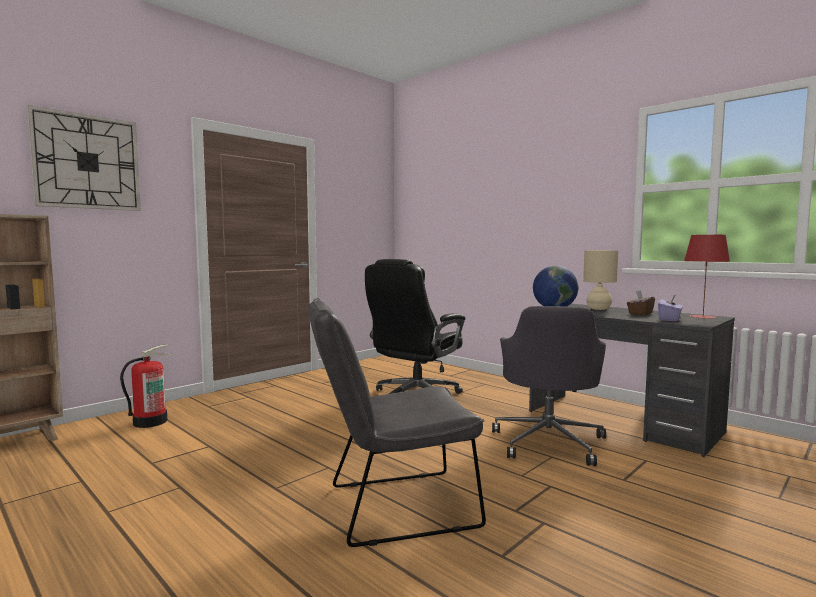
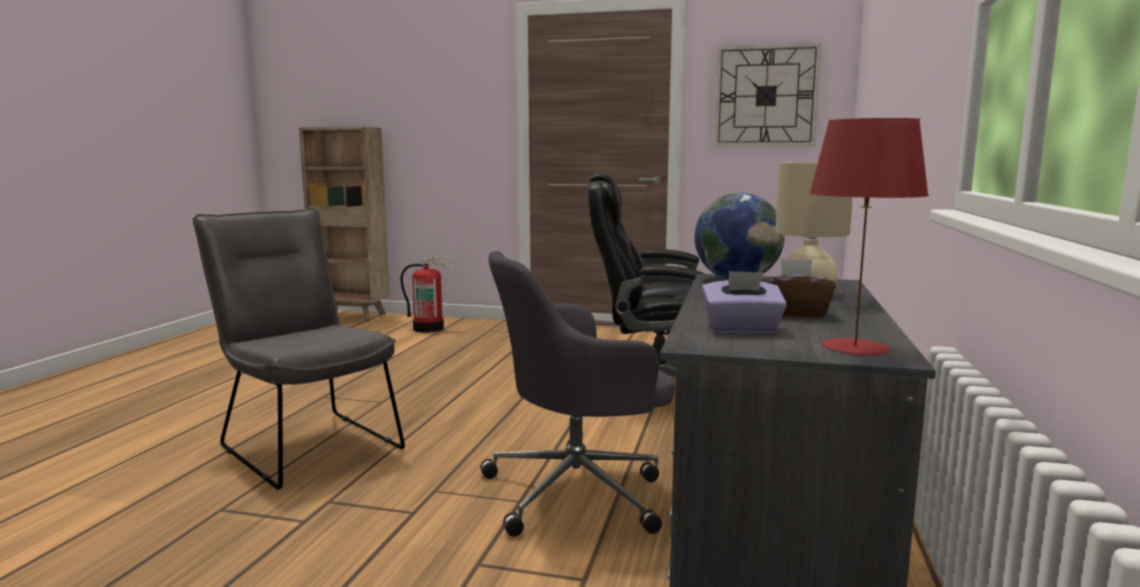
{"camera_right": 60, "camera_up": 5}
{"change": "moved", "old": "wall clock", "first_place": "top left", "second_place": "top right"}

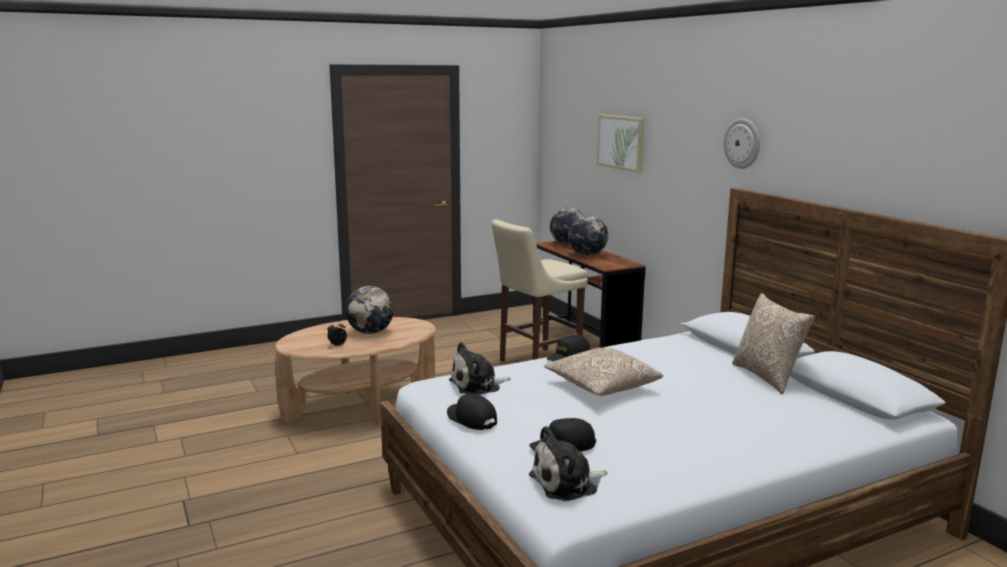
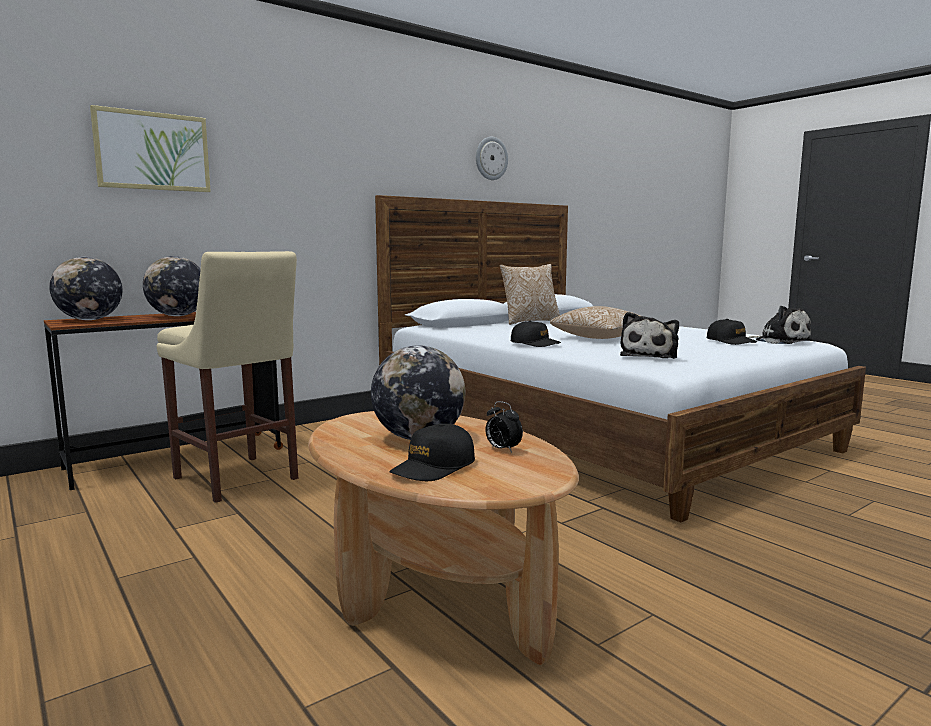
{"camera_right": -100, "camera_up": -5}
{"change": "moved", "old": "black-coloured baseball cap (1st from left)", "first_place": "bottom centre", "second_place": "centre"}
{"change": "moved", "old": "wall clock", "first_place": "top right", "second_place": "top centre"}
{"change": "turned", "old": "cuddly toy (1st from left)", "first_place": "centre", "second_place": "middle right", "degrees": 60}

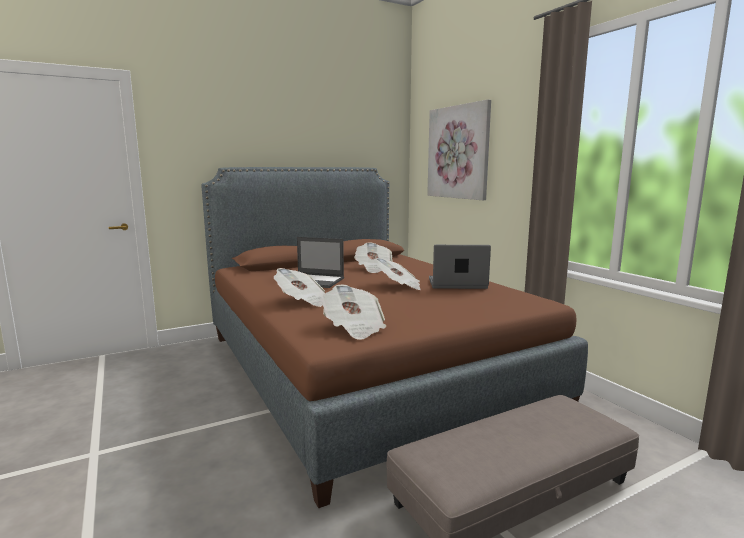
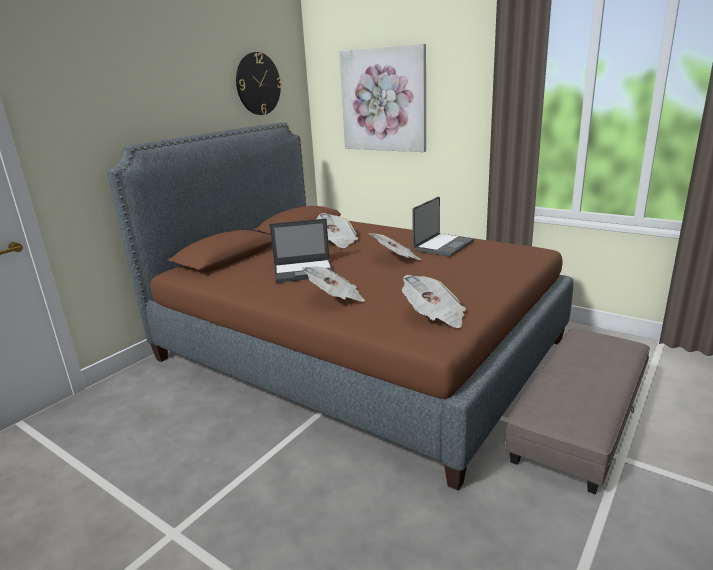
{"camera_right": -25, "camera_up": 10}
{"change": "added", "new": "wall clock", "second_place": "top centre"}
{"change": "turned", "old": "laptop (2nd from left)", "first_place": "centre", "second_place": "centre", "degrees": 150}

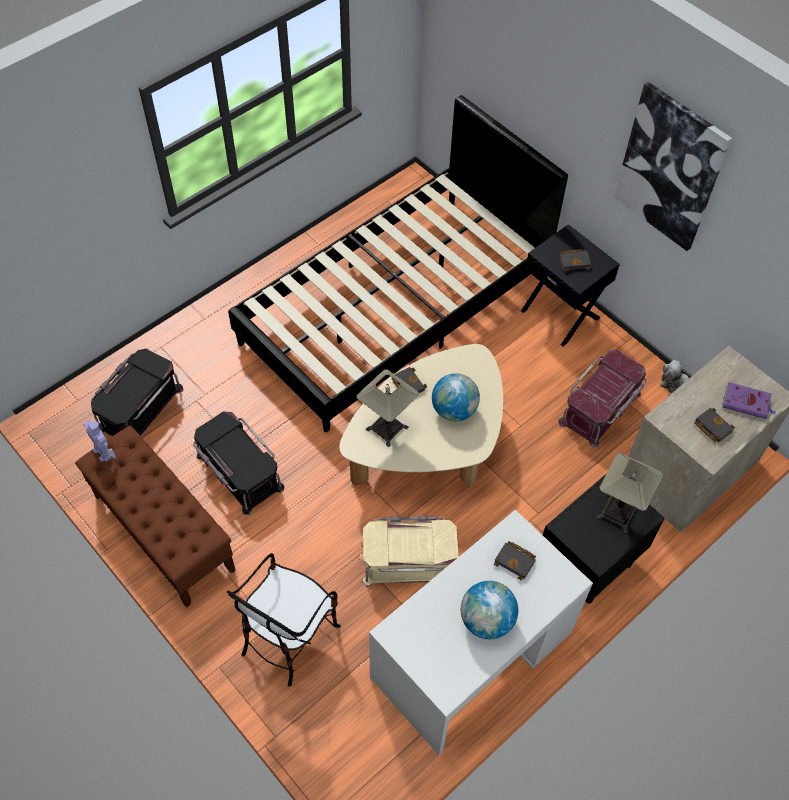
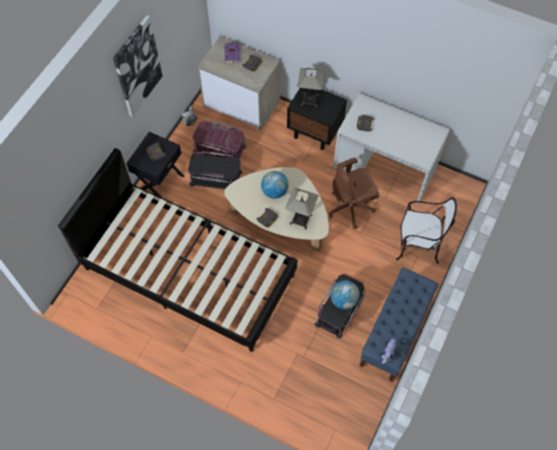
{"camera_right": -110, "camera_up": 5}
{"change": "moved", "old": "black-coloured storage box (1st from left)", "first_place": "middle left", "second_place": "centre"}
{"change": "moved", "old": "globe (2nd from left)", "first_place": "bottom centre", "second_place": "centre"}
{"change": "replaced", "old": "beige storage box", "new": "brownish office chair", "first_place": "bottom centre", "second_place": "centre"}
{"change": "recoloured", "old": "brownish indoor bench", "new": "bluish indoor bench", "first_place": "middle left", "second_place": "bottom right"}

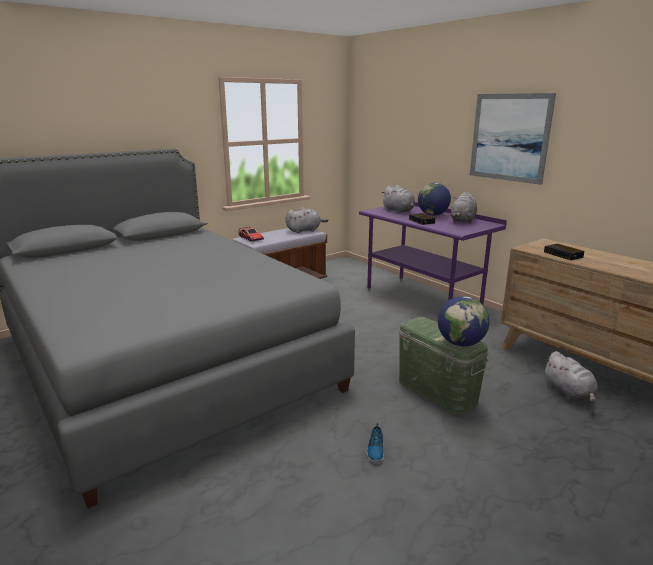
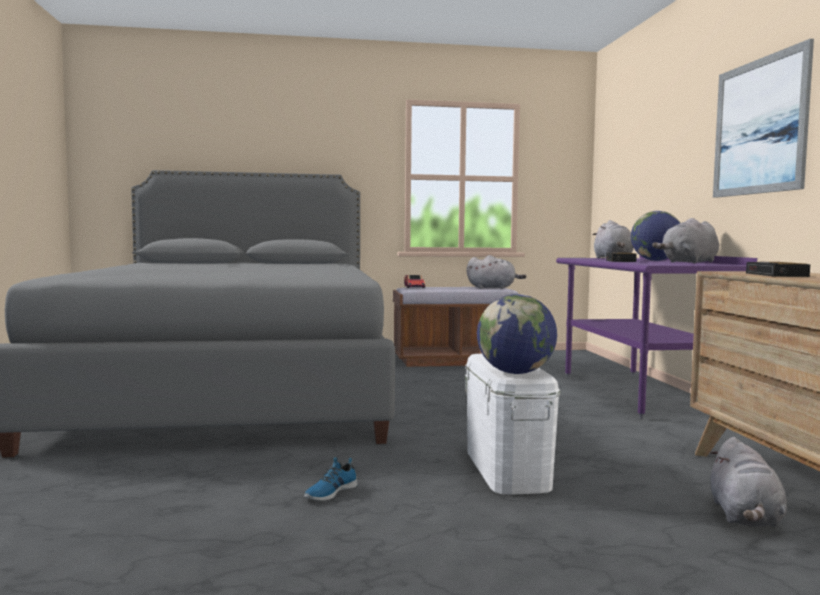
{"camera_right": 30, "camera_up": -15}
{"change": "recoloured", "old": "greenish storage box", "new": "white storage box", "first_place": "middle right", "second_place": "bottom centre"}

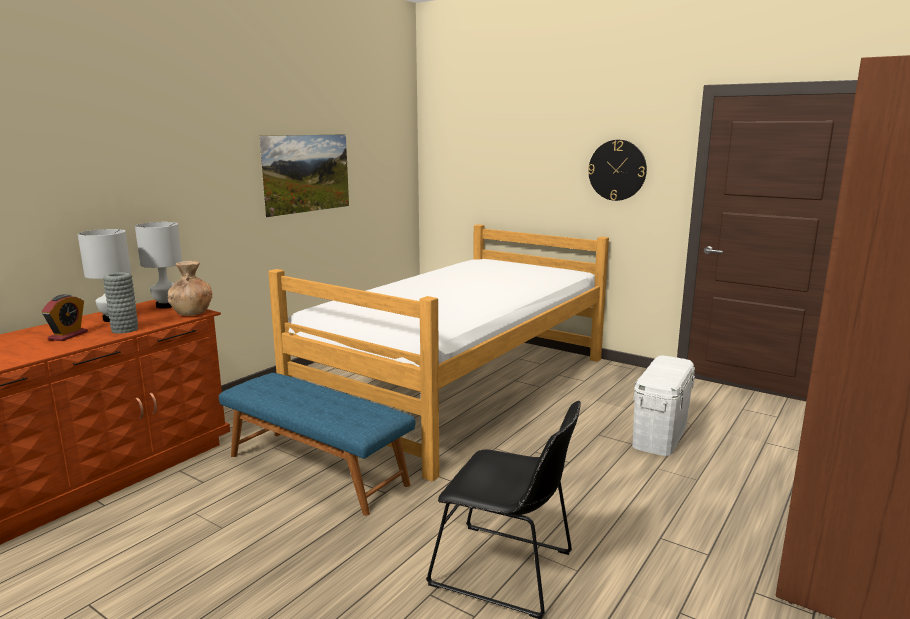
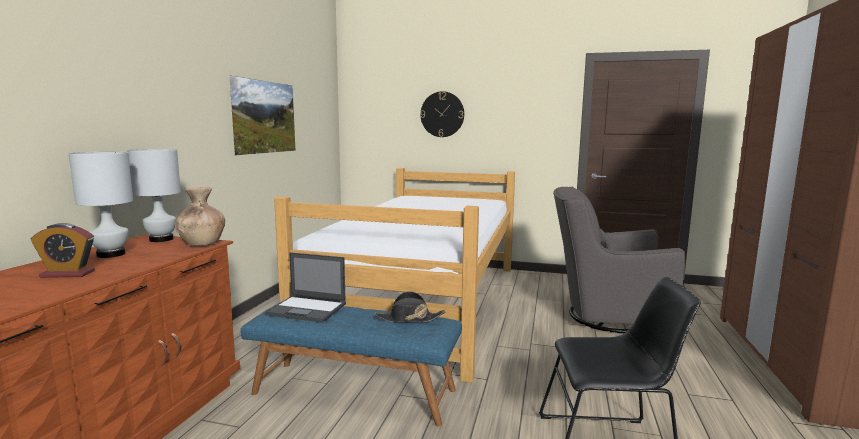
{"camera_right": -20, "camera_up": -5}
{"change": "removed", "old": "gray decorative vase", "first_place": "middle left"}
{"change": "added", "new": "laptop", "second_place": "centre"}
{"change": "added", "new": "black-coloured hat", "second_place": "bottom centre"}
{"change": "moved", "old": "wall clock", "first_place": "top right", "second_place": "top centre"}
{"change": "replaced", "old": "white storage box", "new": "gray armchair", "first_place": "middle right", "second_place": "middle right"}
{"change": "turned", "old": "alarm clock", "first_place": "middle left", "second_place": "middle left", "degrees": 90}

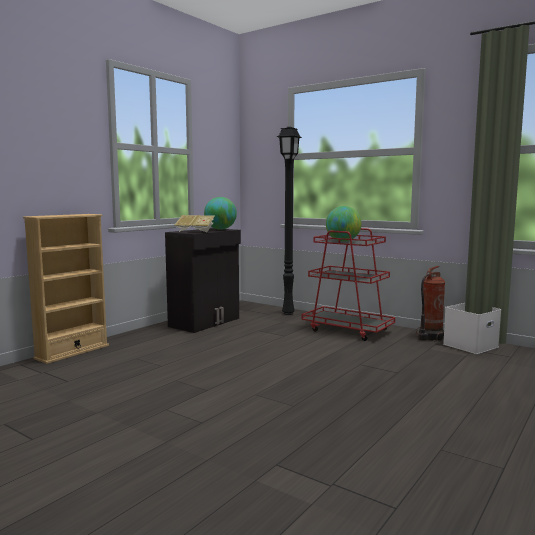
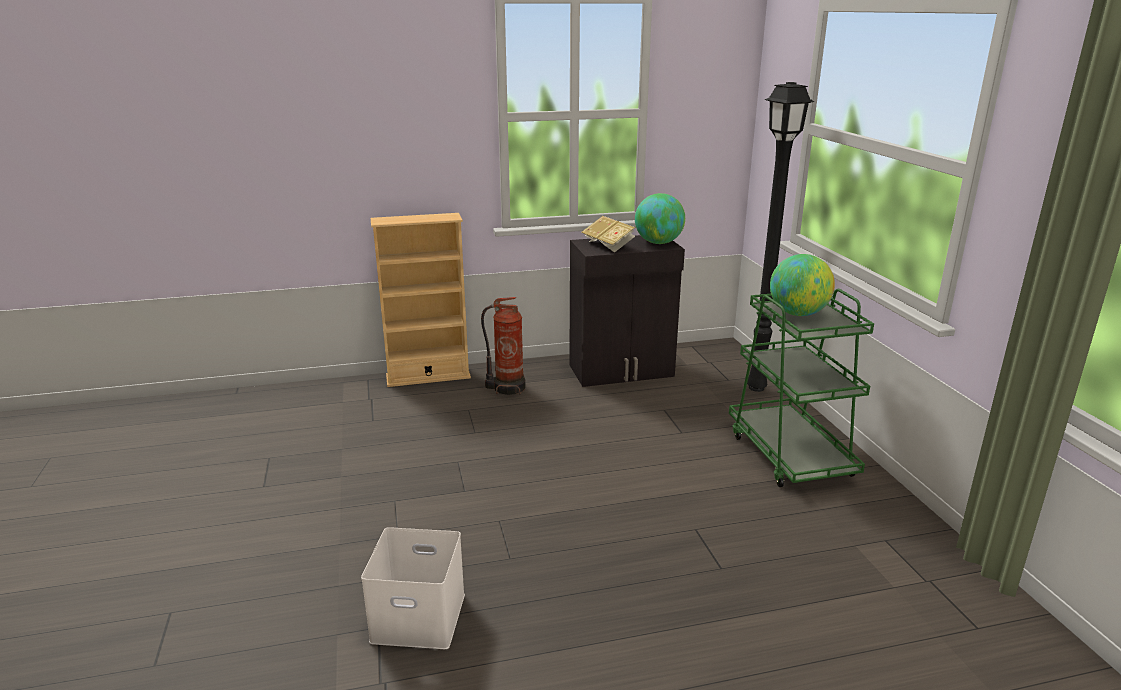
{"camera_right": 40, "camera_up": 15}
{"change": "moved", "old": "fire extinguisher", "first_place": "middle right", "second_place": "centre"}
{"change": "moved", "old": "white storage box", "first_place": "middle right", "second_place": "bottom centre"}
{"change": "recoloured", "old": "reddish trolley", "new": "greenish trolley", "first_place": "centre", "second_place": "middle right"}

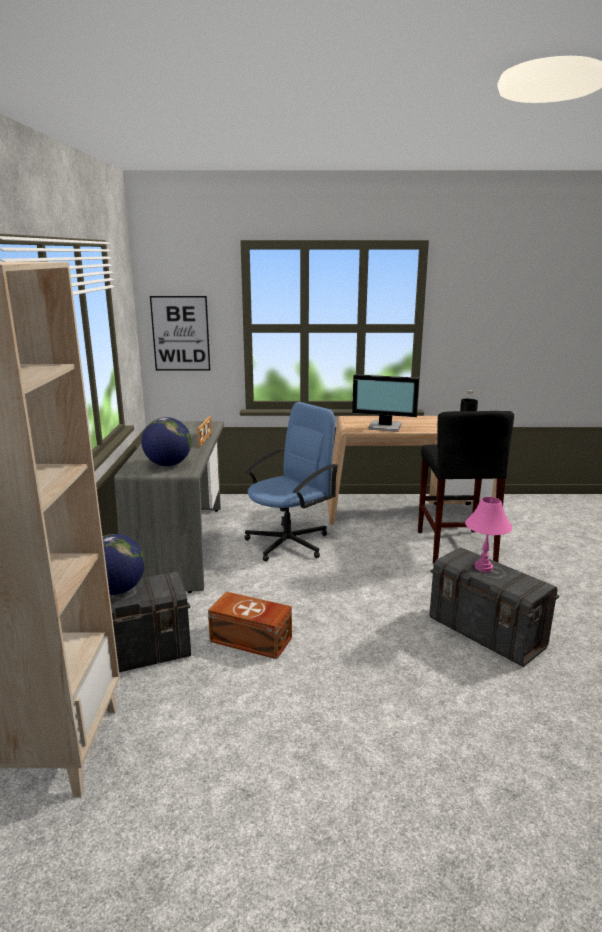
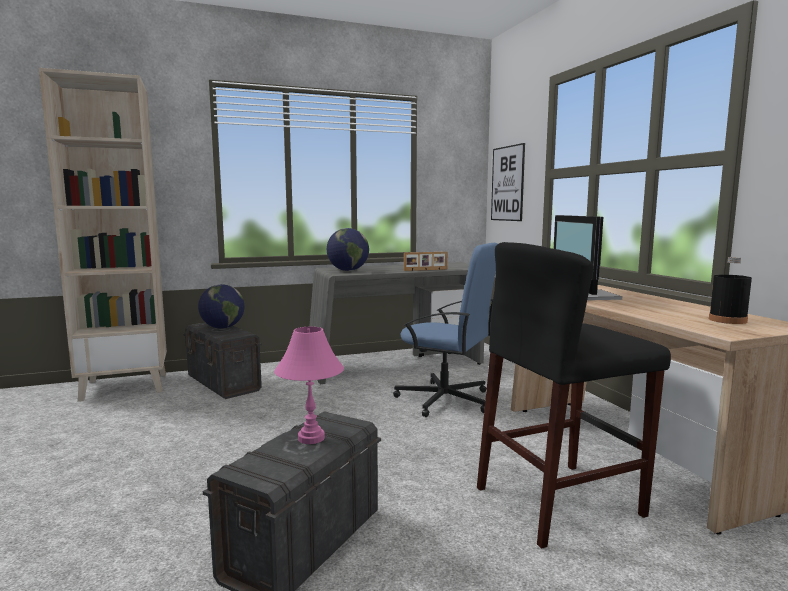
{"camera_right": 70, "camera_up": -10}
{"change": "removed", "old": "brownish storage box", "first_place": "bottom centre"}

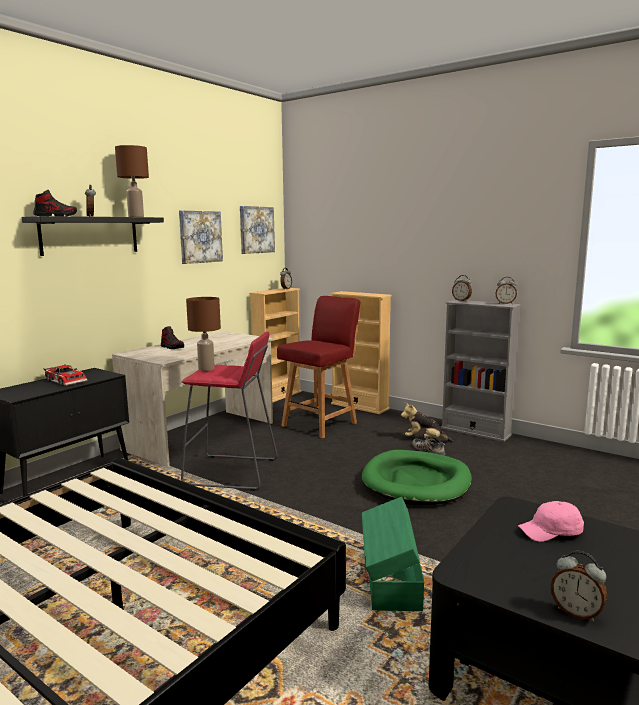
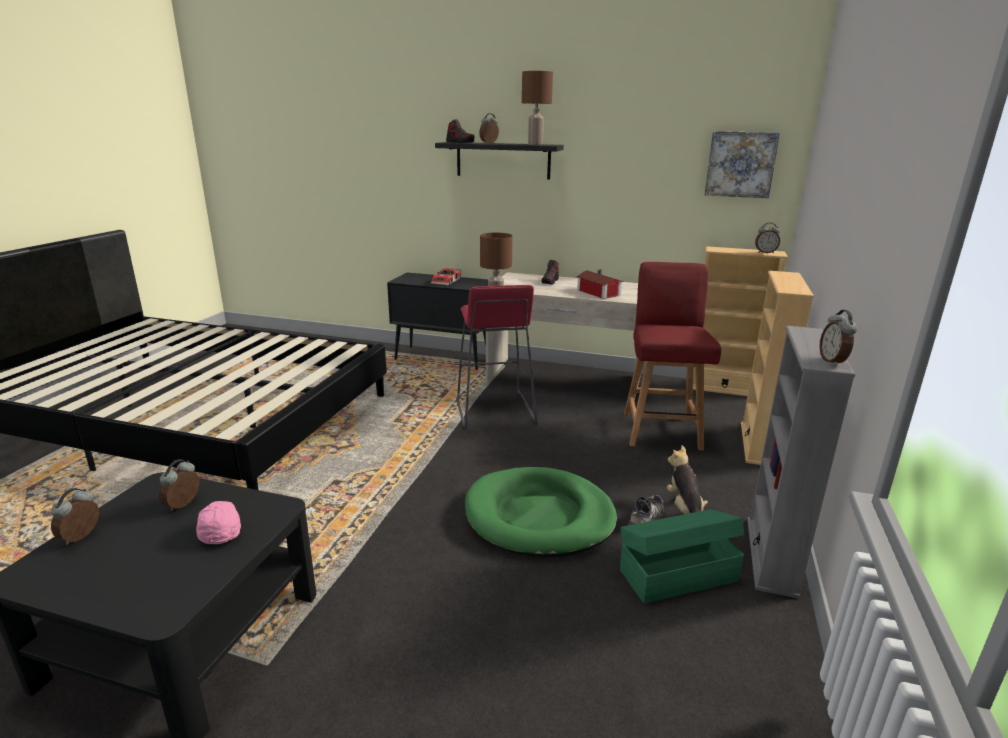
{"camera_right": 70, "camera_up": 10}
{"change": "removed", "old": "wall art (1st from left)", "first_place": "middle left"}
{"change": "added", "new": "miniature house", "second_place": "centre"}
{"change": "moved", "old": "greenish storage box", "first_place": "bottom centre", "second_place": "bottom right"}
{"change": "moved", "old": "alarm clock (3rd from left in the first image)", "new": "alarm clock (2nd from left)", "first_place": "middle right", "second_place": "middle left"}
{"change": "turned", "old": "reddish chair", "first_place": "centre", "second_place": "middle right", "degrees": -105}

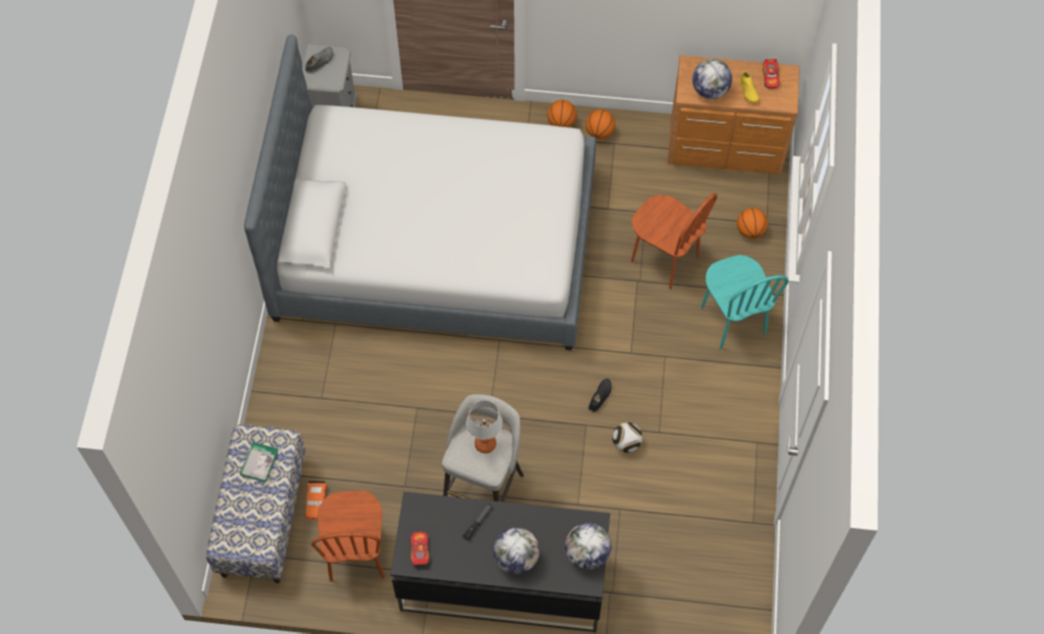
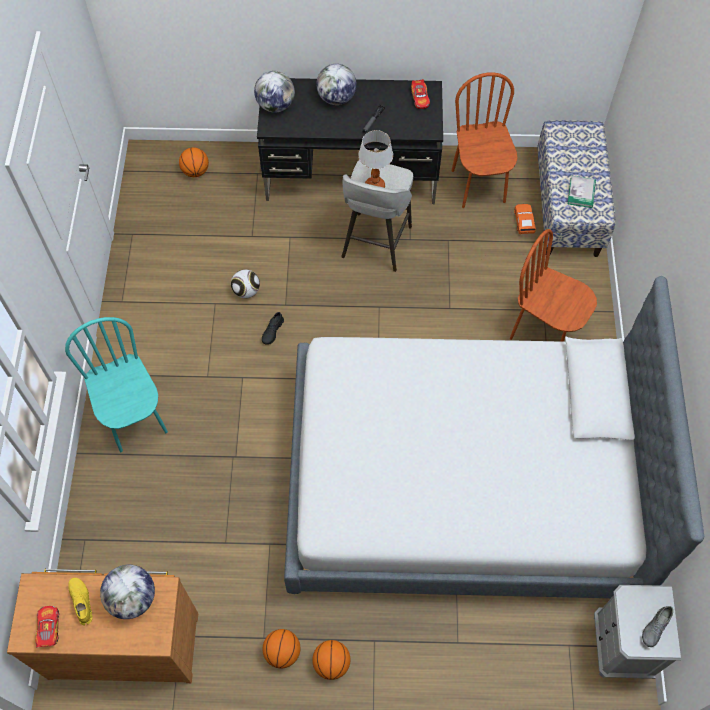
{"camera_right": 175, "camera_up": 0}
{"change": "moved", "old": "brownish chair (2nd from left)", "first_place": "centre", "second_place": "middle right"}
{"change": "moved", "old": "basketball (3rd from left in the first image)", "new": "basketball (1st from left)", "first_place": "middle right", "second_place": "top left"}

